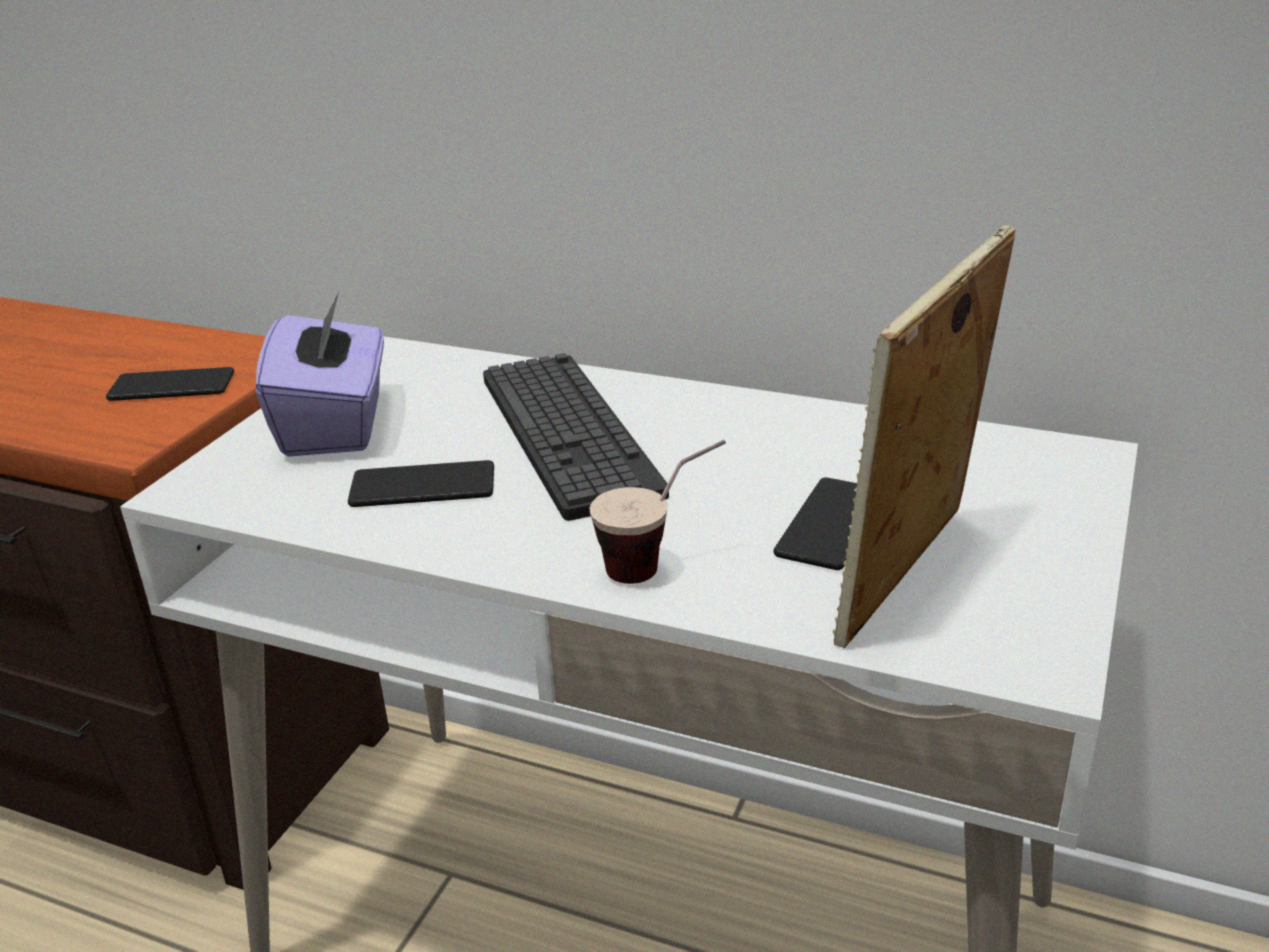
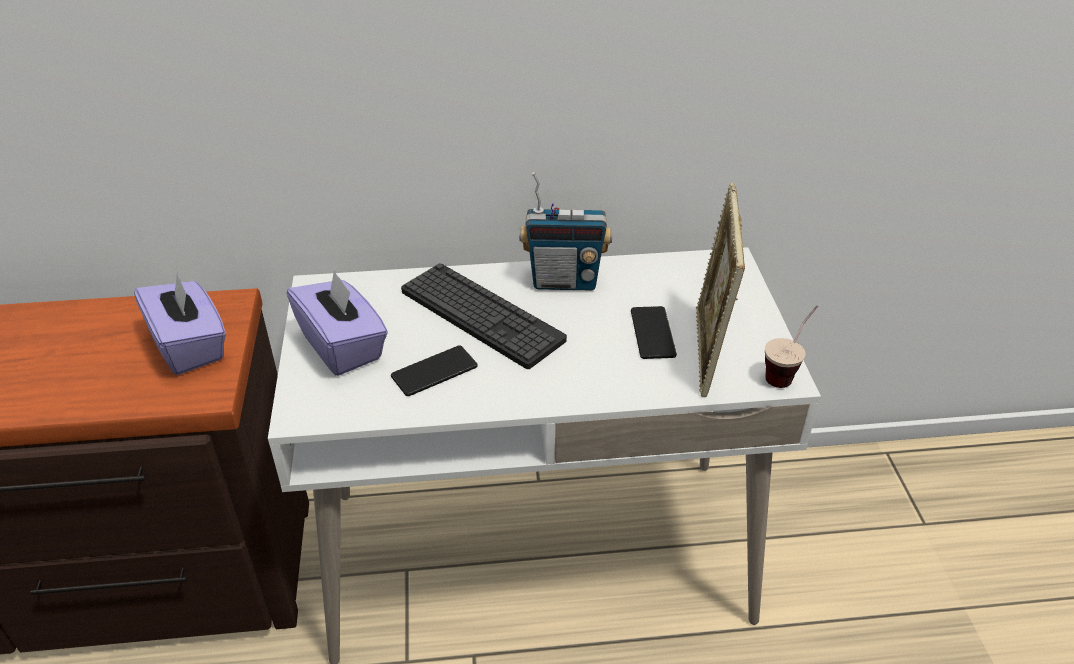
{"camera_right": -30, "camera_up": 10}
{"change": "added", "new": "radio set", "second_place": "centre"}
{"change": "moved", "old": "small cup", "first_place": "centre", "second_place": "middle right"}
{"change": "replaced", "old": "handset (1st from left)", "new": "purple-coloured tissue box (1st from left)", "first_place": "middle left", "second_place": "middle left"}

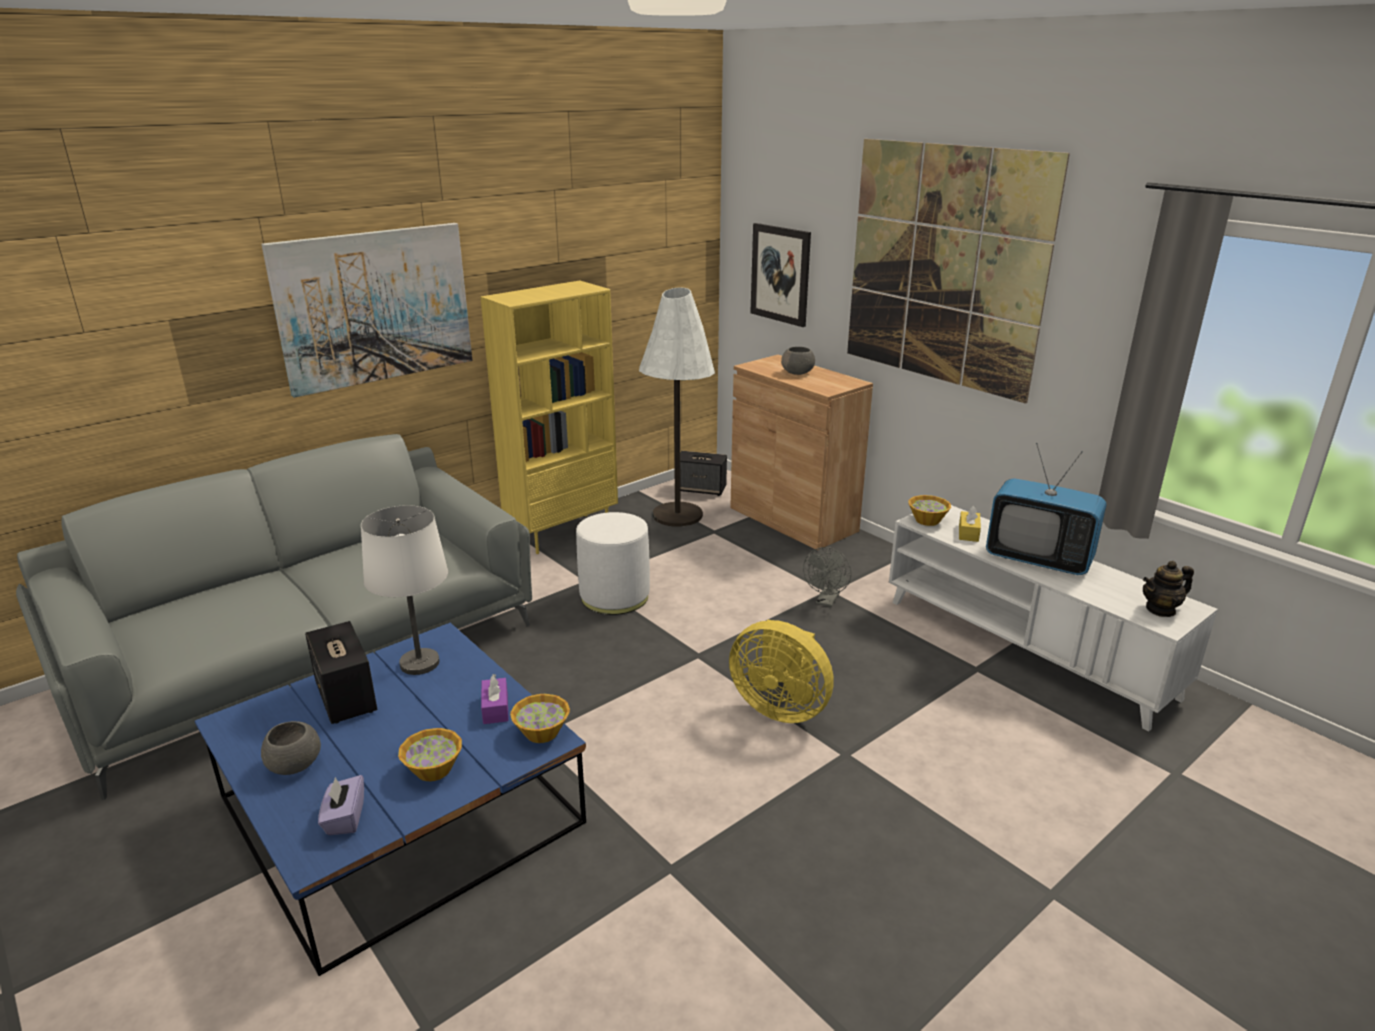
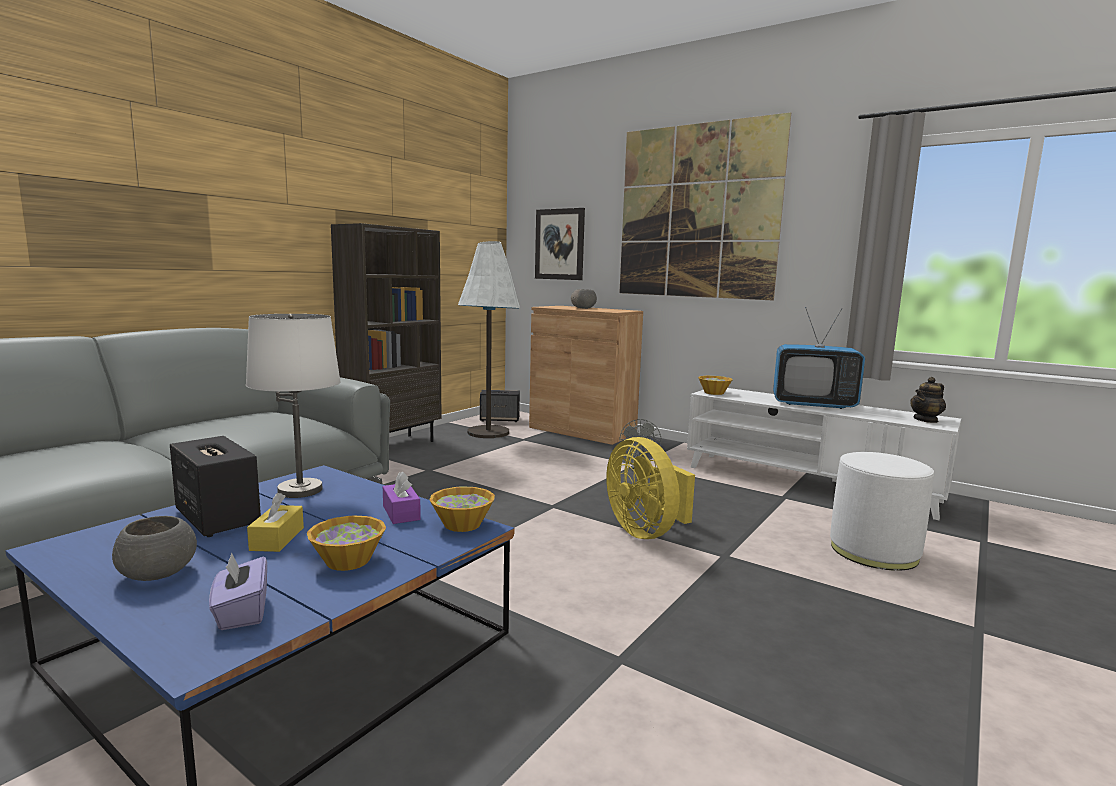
{"camera_right": -15, "camera_up": -15}
{"change": "removed", "old": "wall art (1st from left)", "first_place": "top left"}
{"change": "moved", "old": "white footrest", "first_place": "centre", "second_place": "middle right"}
{"change": "moved", "old": "yellow-coloured tissue box", "first_place": "middle right", "second_place": "middle left"}
{"change": "recoloured", "old": "yellow-coloured bookcase", "new": "brownish bookcase", "first_place": "centre", "second_place": "centre"}
{"change": "turned", "old": "yellow-coloured electric fan", "first_place": "centre", "second_place": "centre", "degrees": 45}

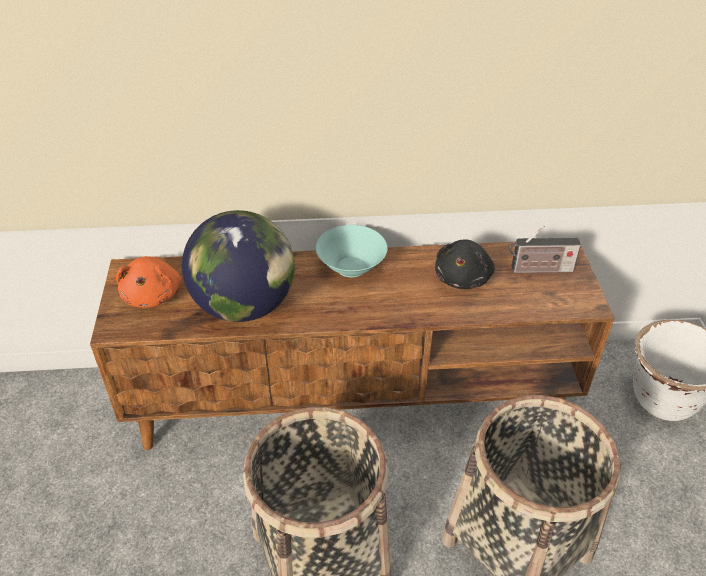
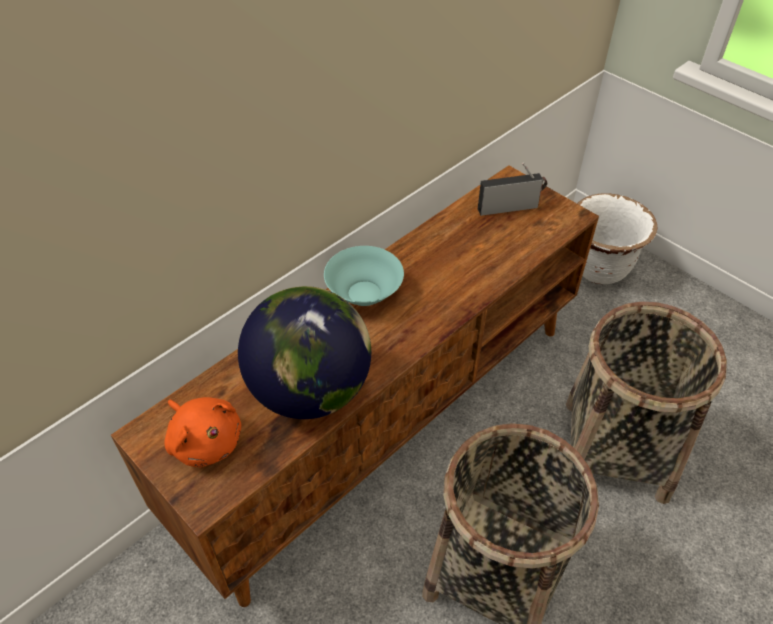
{"camera_right": -40, "camera_up": 5}
{"change": "removed", "old": "black-coloured cuddly toy", "first_place": "centre"}
{"change": "turned", "old": "radio set", "first_place": "middle right", "second_place": "top centre", "degrees": -150}

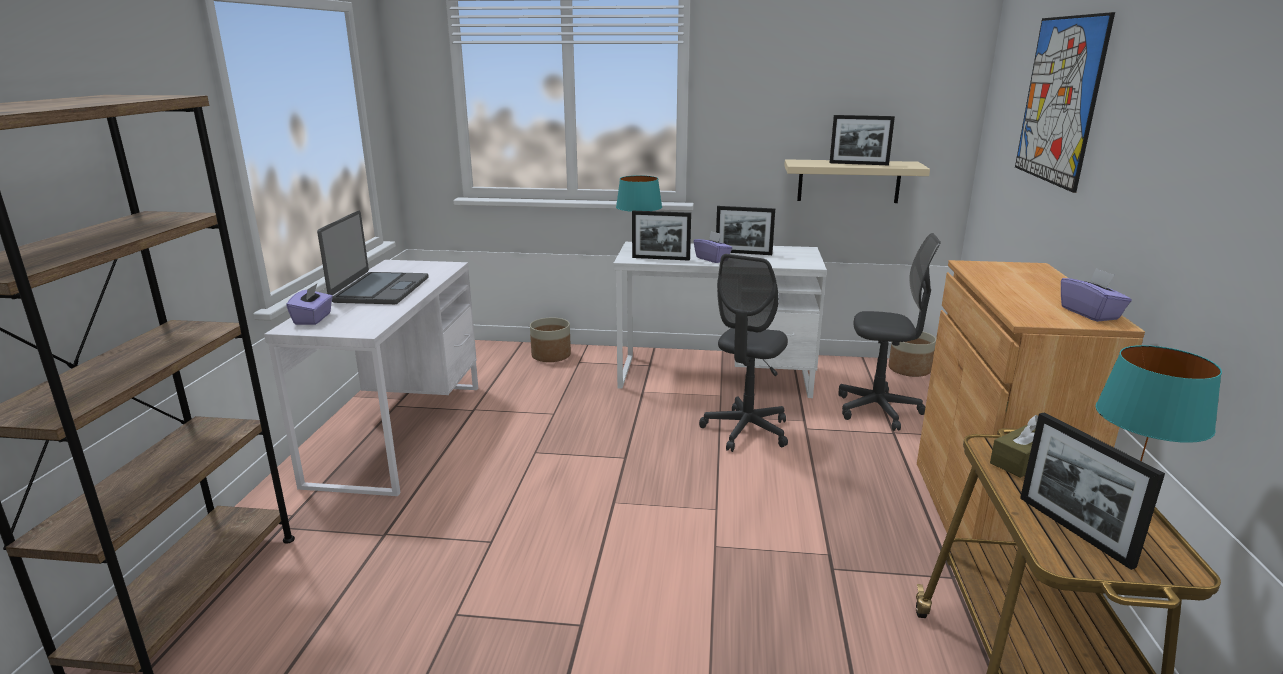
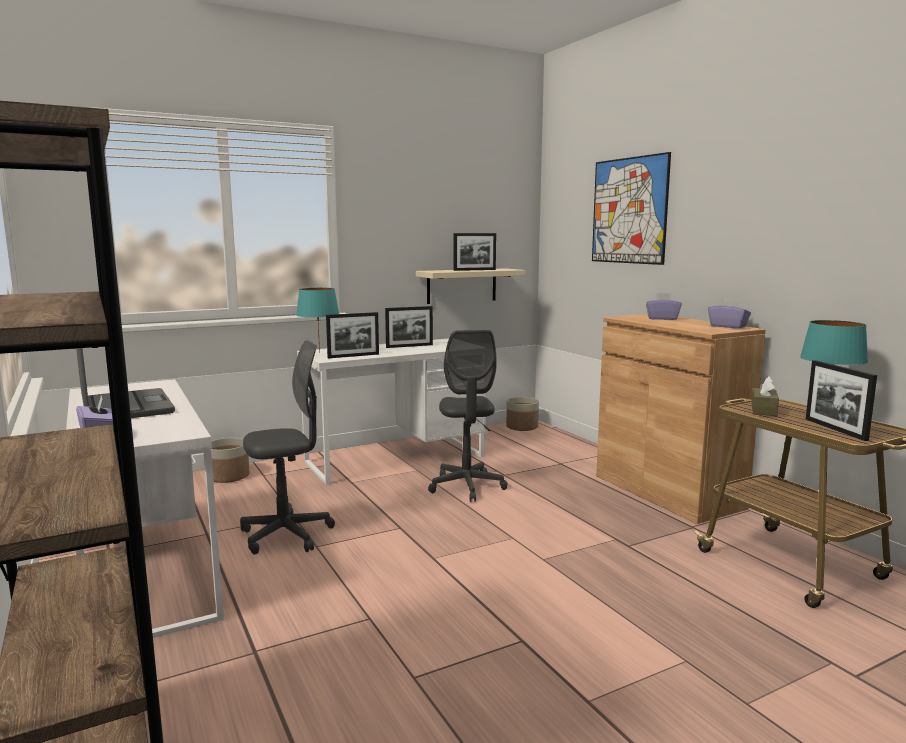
{"camera_right": -35, "camera_up": -10}
{"change": "moved", "old": "purple-coloured tissue box (2nd from left)", "first_place": "centre", "second_place": "middle right"}
{"change": "moved", "old": "gray office chair (2nd from left in the first image)", "new": "gray office chair (1st from left)", "first_place": "middle right", "second_place": "middle left"}
{"change": "turned", "old": "standing frame (4th from left)", "first_place": "bottom right", "second_place": "middle right", "degrees": 45}

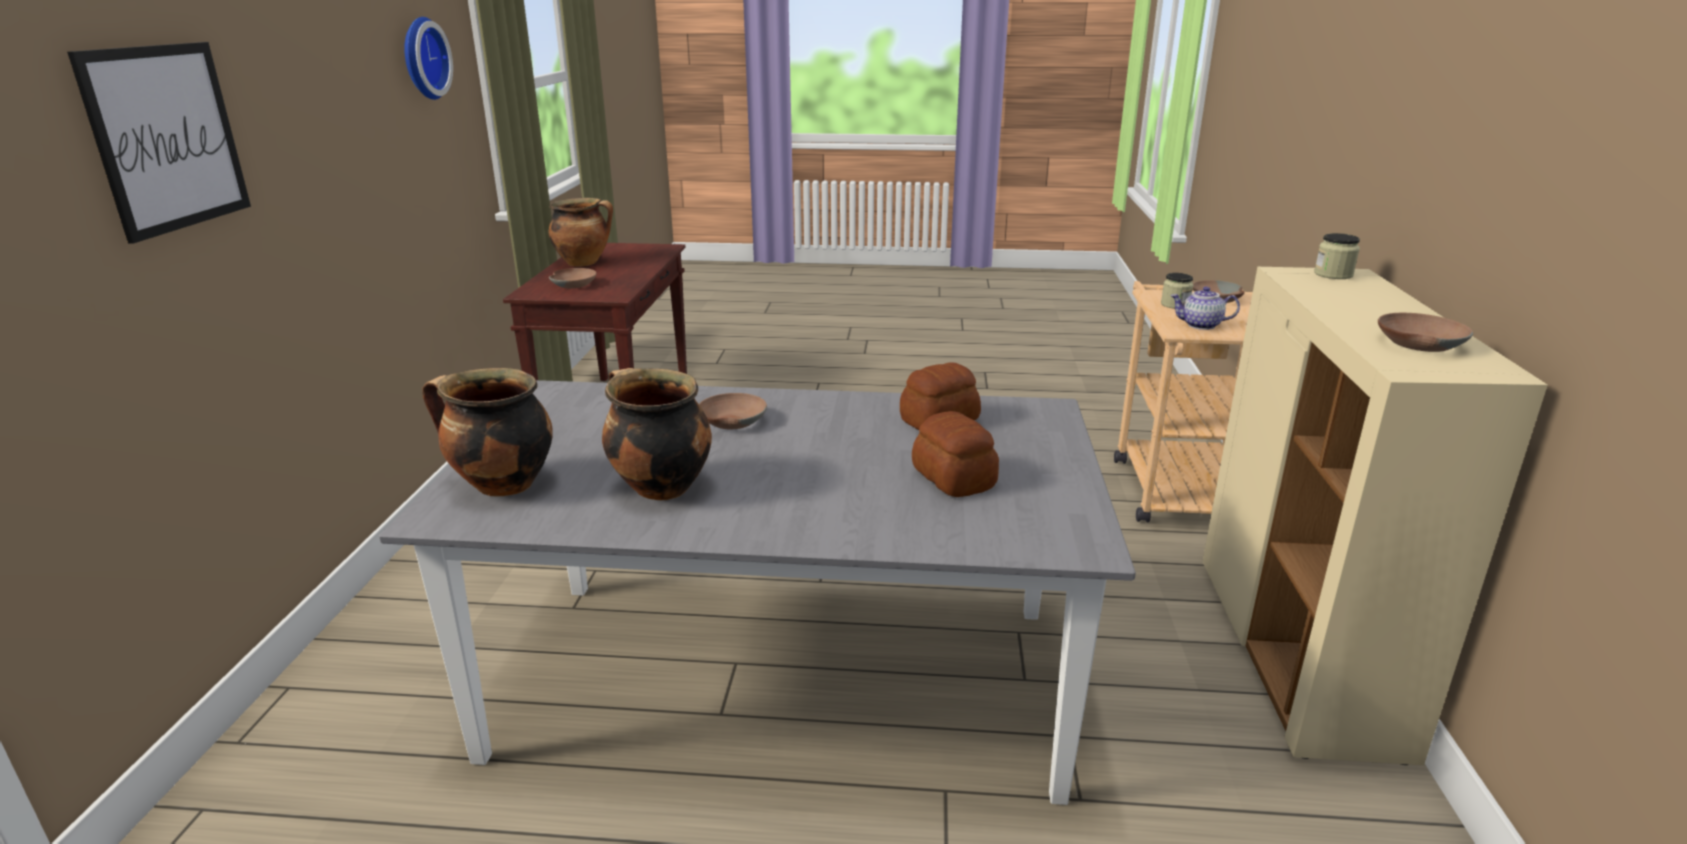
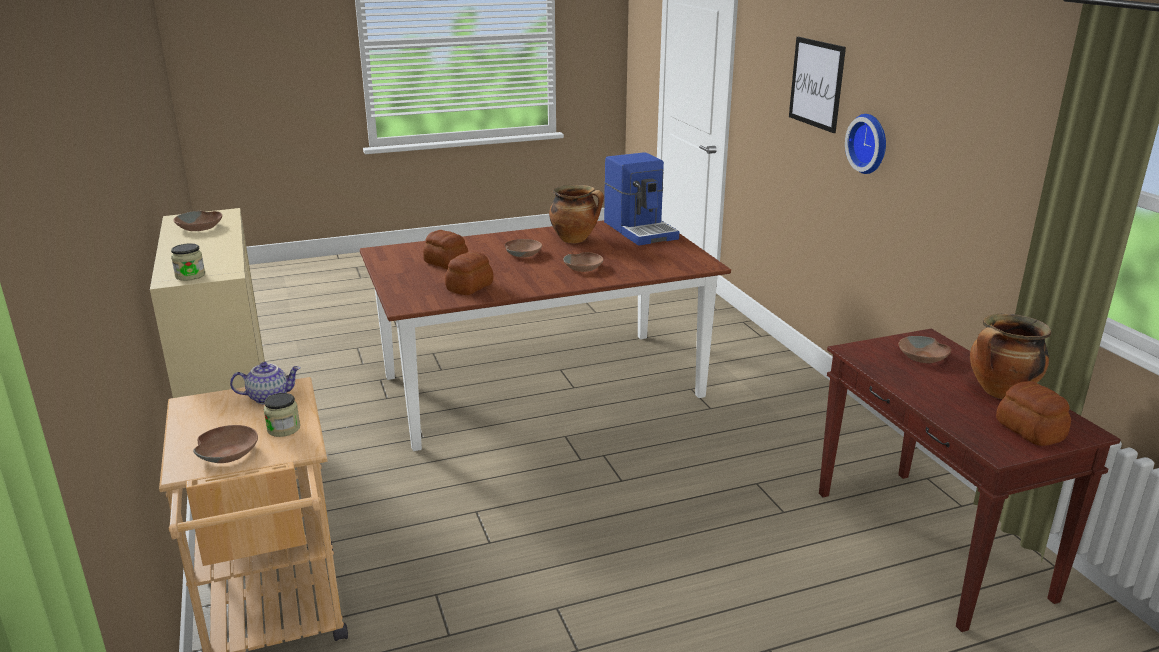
{"camera_right": 155, "camera_up": 0}
{"change": "added", "new": "brownish bowl (3rd from left)", "second_place": "centre"}
{"change": "added", "new": "baked bread (3rd from left)", "second_place": "middle right"}
{"change": "moved", "old": "wall clock", "first_place": "top left", "second_place": "top right"}
{"change": "replaced", "old": "cooking pot (1st from left)", "new": "coffee machine", "first_place": "middle left", "second_place": "top centre"}
{"change": "recoloured", "old": "gray dinner table", "new": "brownish dinner table", "first_place": "bottom centre", "second_place": "centre"}

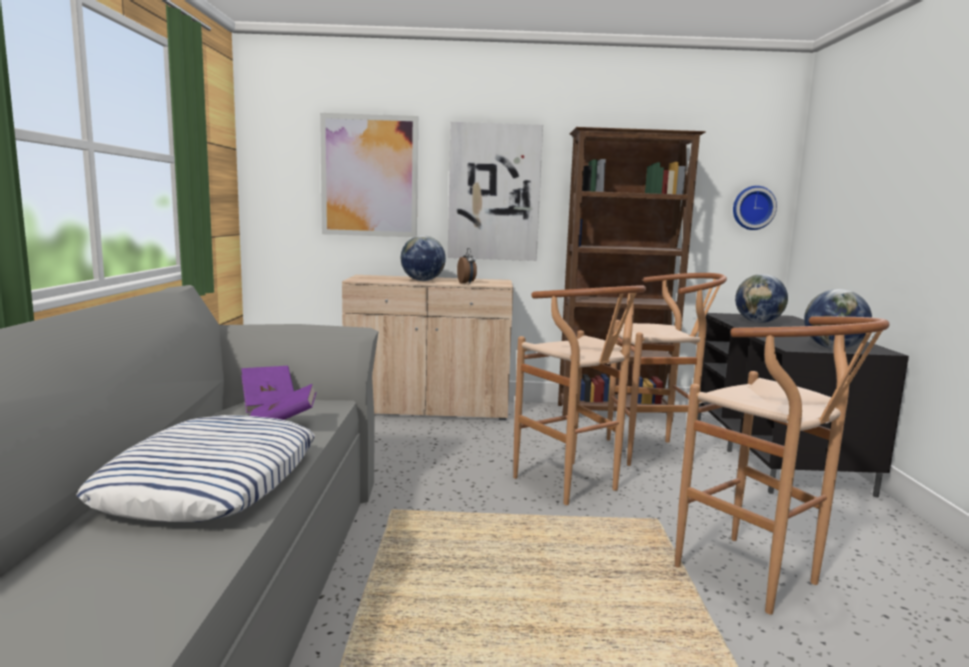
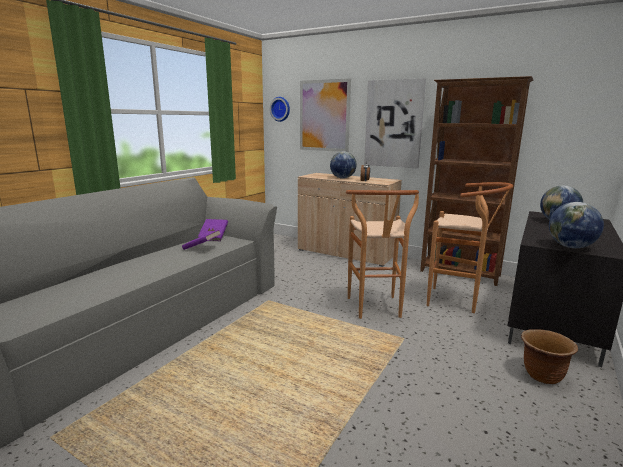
{"camera_right": 30, "camera_up": 5}
{"change": "removed", "old": "cushion", "first_place": "bottom left"}
{"change": "removed", "old": "brownish stool seat (3rd from left)", "first_place": "bottom right"}
{"change": "added", "new": "brownish flower pot", "second_place": "bottom right"}
{"change": "moved", "old": "wall clock", "first_place": "top right", "second_place": "top centre"}

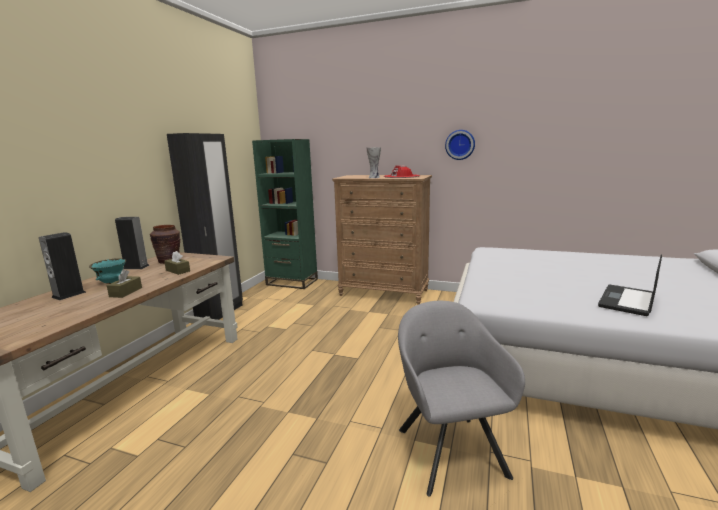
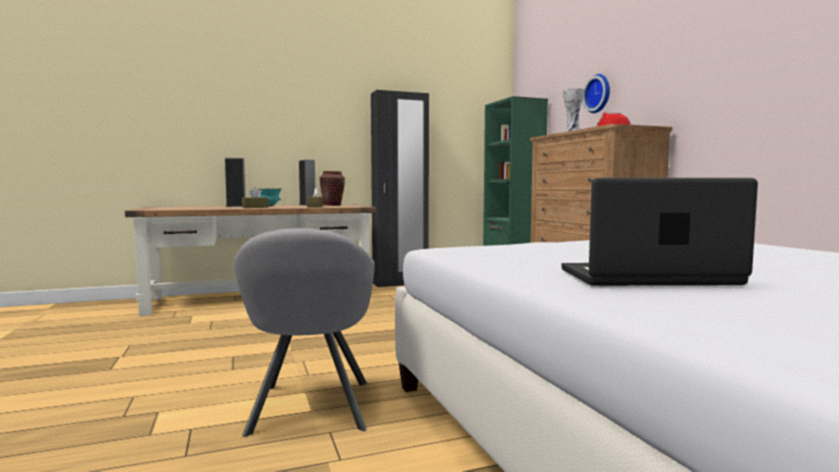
{"camera_right": 50, "camera_up": -10}
{"change": "moved", "old": "wall clock", "first_place": "top centre", "second_place": "top right"}
{"change": "turned", "old": "gray armchair", "first_place": "bottom centre", "second_place": "bottom centre", "degrees": 135}

